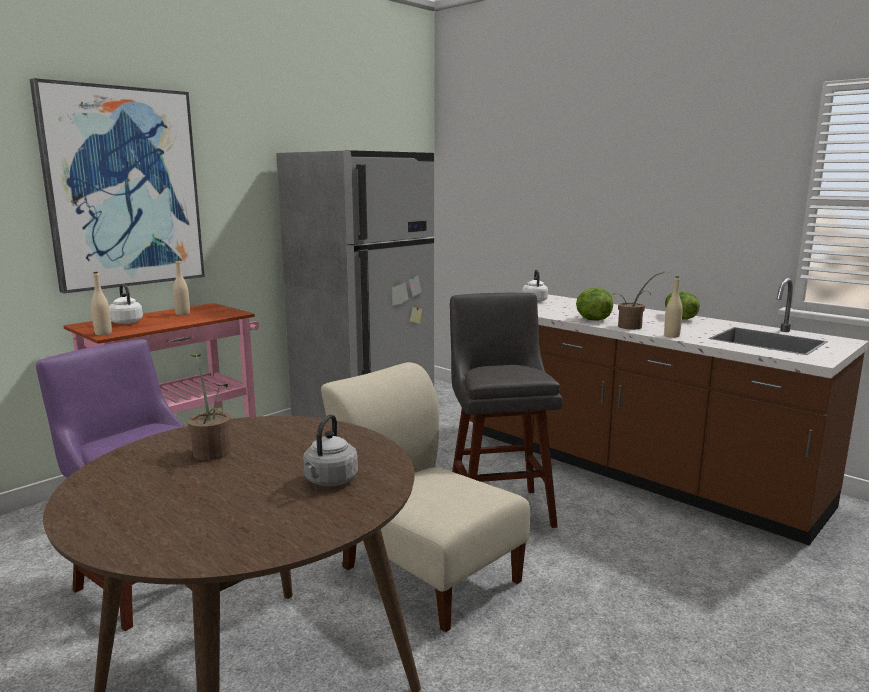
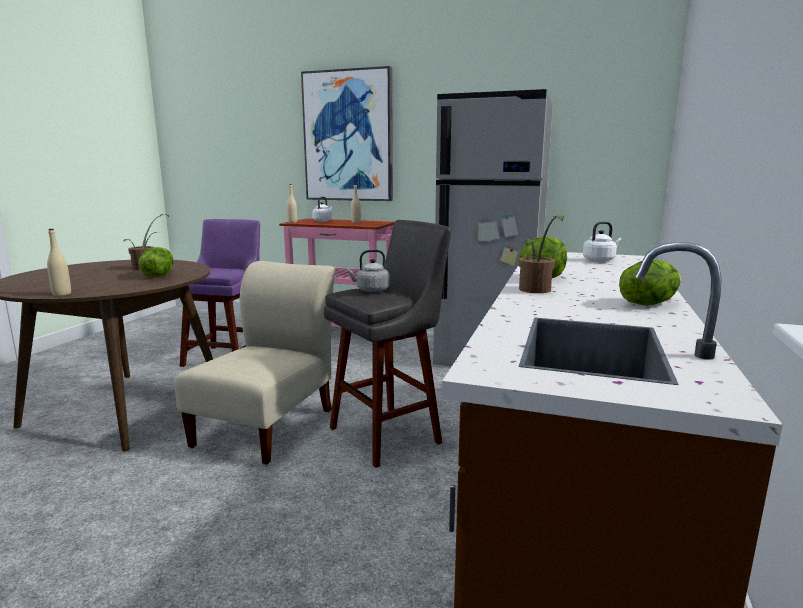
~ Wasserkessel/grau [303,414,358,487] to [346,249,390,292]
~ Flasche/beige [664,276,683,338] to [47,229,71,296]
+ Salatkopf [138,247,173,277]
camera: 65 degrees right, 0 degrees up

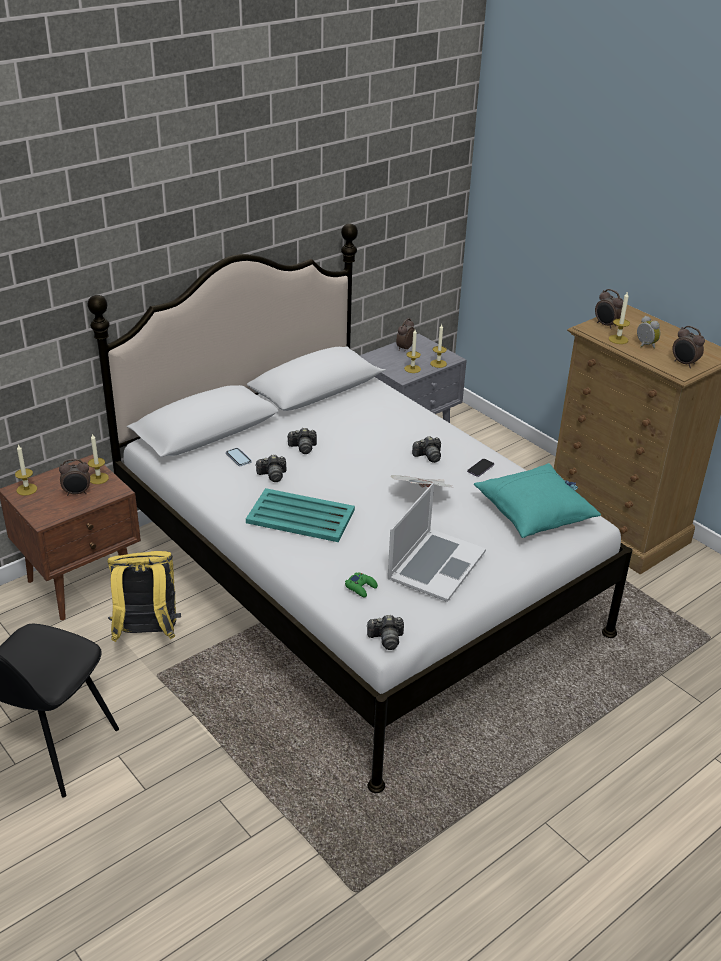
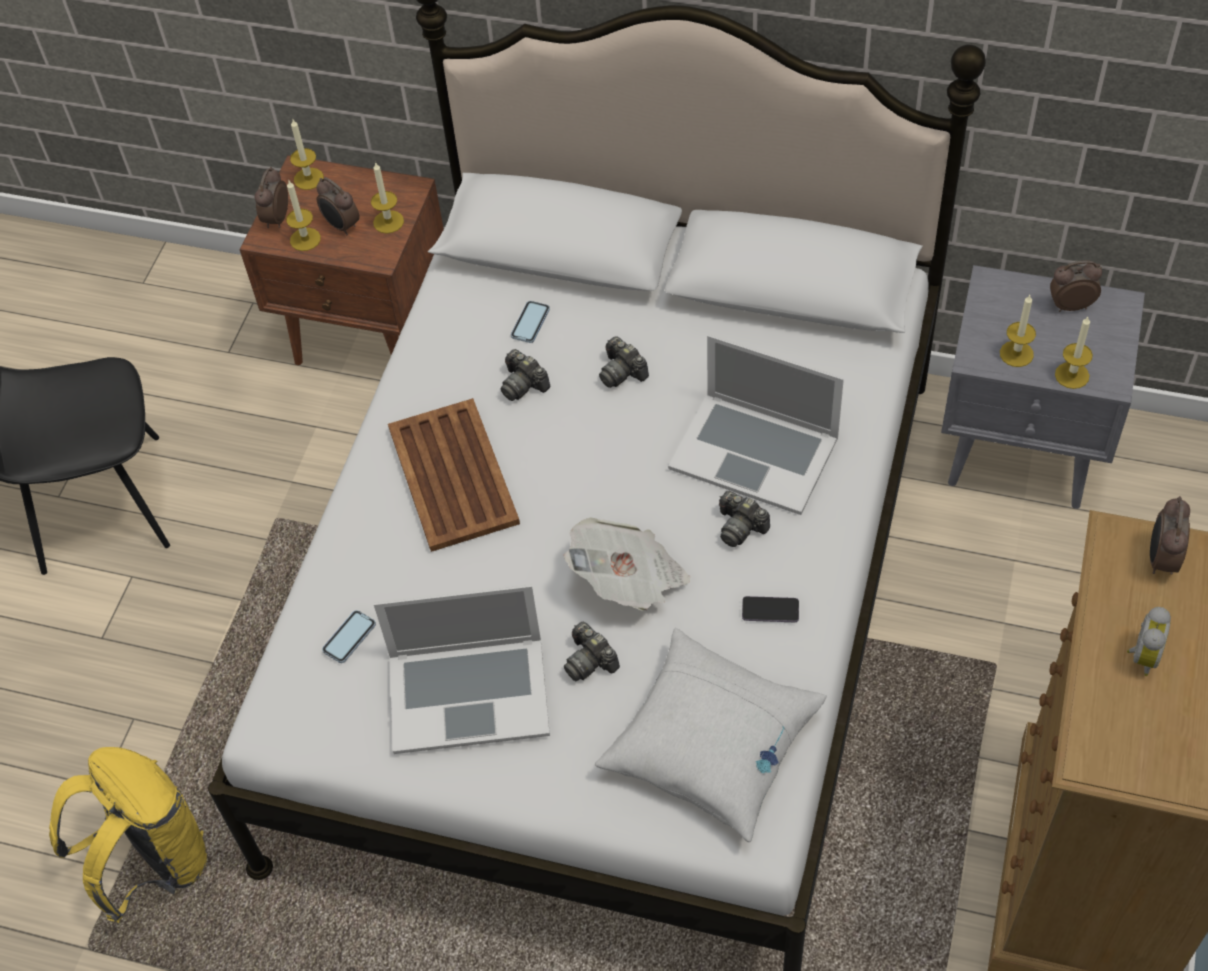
~ Rucksack/gelb [108,551,181,642] to [49,747,207,923]
~ Tablett/türkis [246,488,355,542] to Tablett/braun [388,398,520,552]
~ Gamepad/grün [345,573,378,598] to Handy [322,610,376,663]
~ Kamera [367,615,404,650] to [564,622,620,681]
~ Kissen/türkis [474,463,601,538] to Kissen/grau [595,628,827,842]
~ Kerze [609,292,630,344] to [286,181,321,251]
~ Wecker [672,326,705,368] to [255,167,288,228]
+ Laptop [668,335,844,515]
camera: 60 degrees right, 20 degrees up

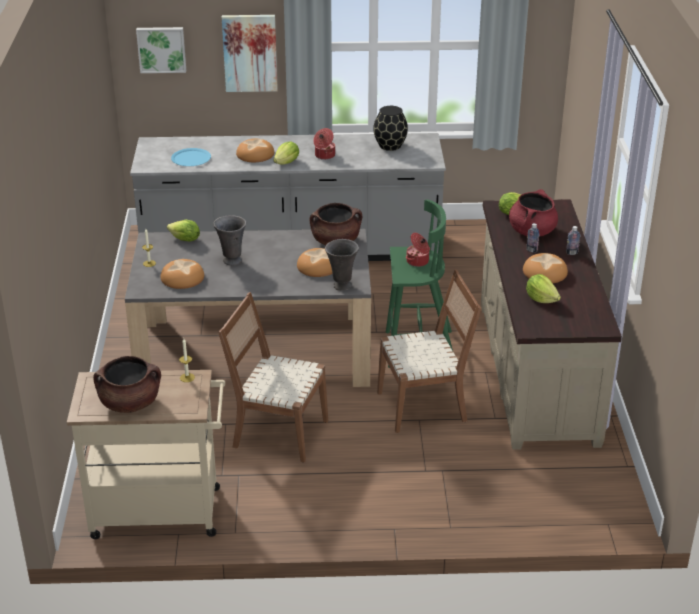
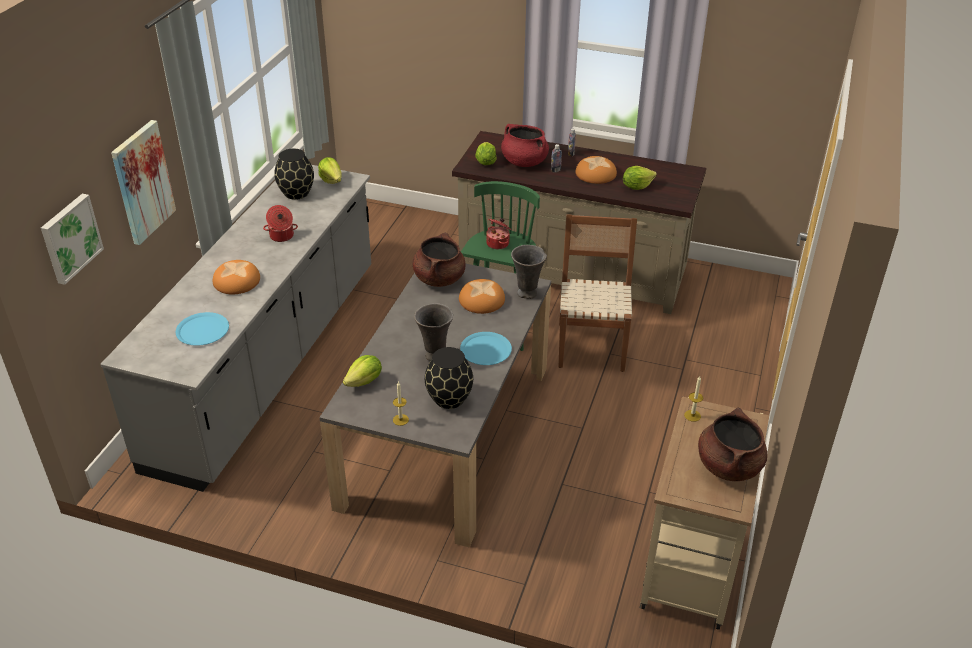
~ Brot [161,259,204,289] to Vase/schwarz [425,347,473,409]
- Stuhl [218,292,328,463]
~ Salatkopf [273,141,299,165] to [318,157,342,184]
+ Teller/blau [460,332,512,365]
camera: 70 degrees left, 5 degrees up

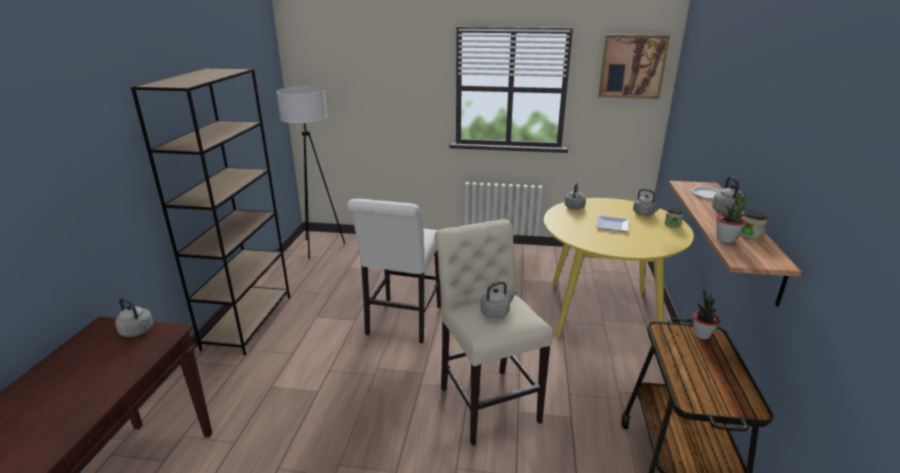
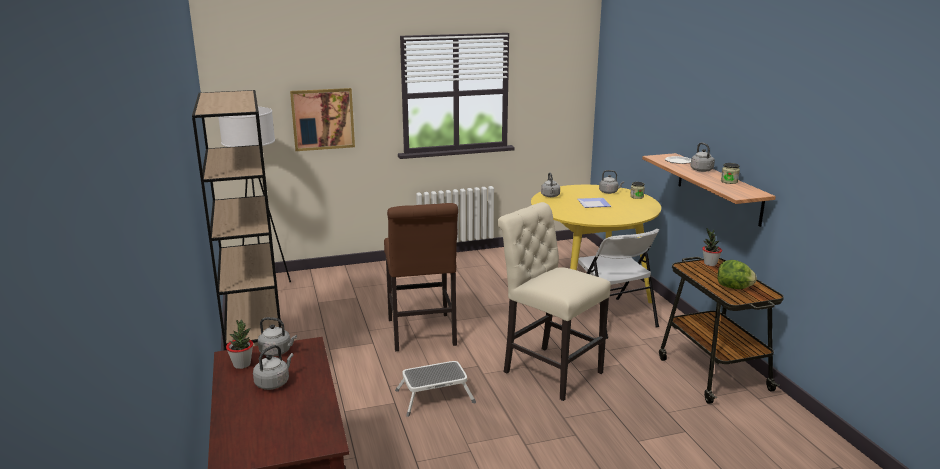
~ Hocker/weiß [347,199,441,344] to Hocker/braun [384,203,458,351]
~ Wasserkessel/grau [480,281,517,318] to [253,345,294,390]
~ Bild [598,35,670,99] to [290,88,355,151]
~ Topfpflanze [716,193,750,243] to [226,319,253,369]
+ Trittleiter/grau [395,361,476,417]
+ Stuhl/weiß [578,229,659,339]
+ Salatkopf [717,260,757,289]
camera: 25 degrees left, 5 degrees down

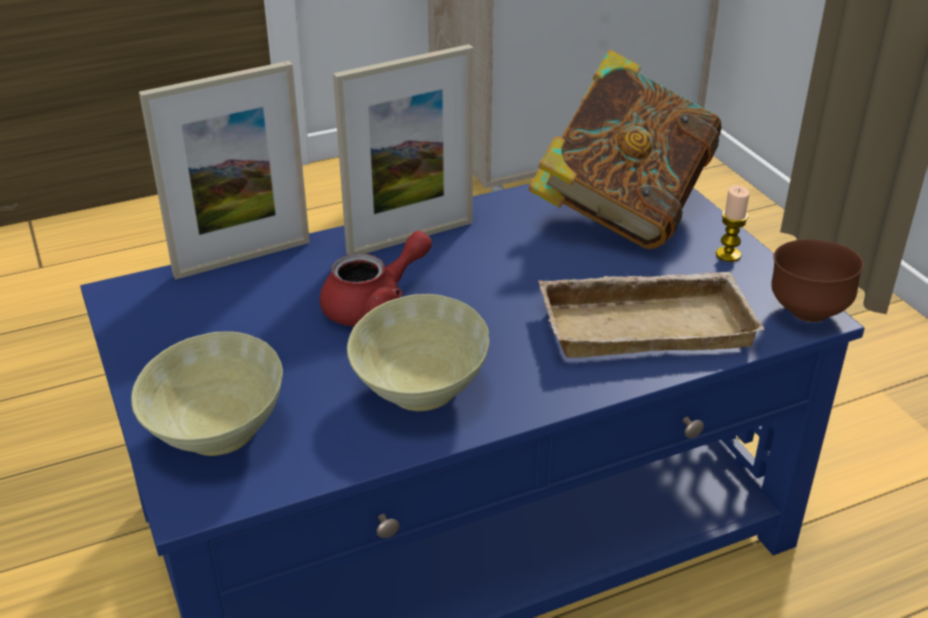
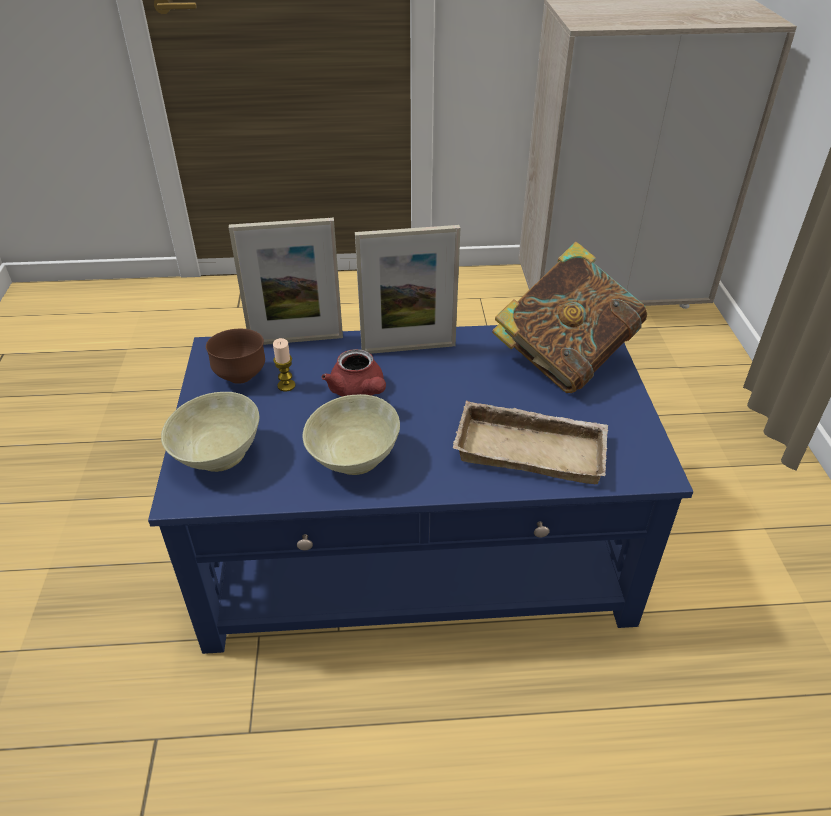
~ Teekanne/rot [320,231,432,326] = [321,349,386,397] 75 degrees clockwise
~ Kerze [716,185,750,262] to [273,338,296,391]
~ Schüssel/braun [771,239,864,322] to [206,329,265,384]
camera: 20 degrees right, 5 degrees up

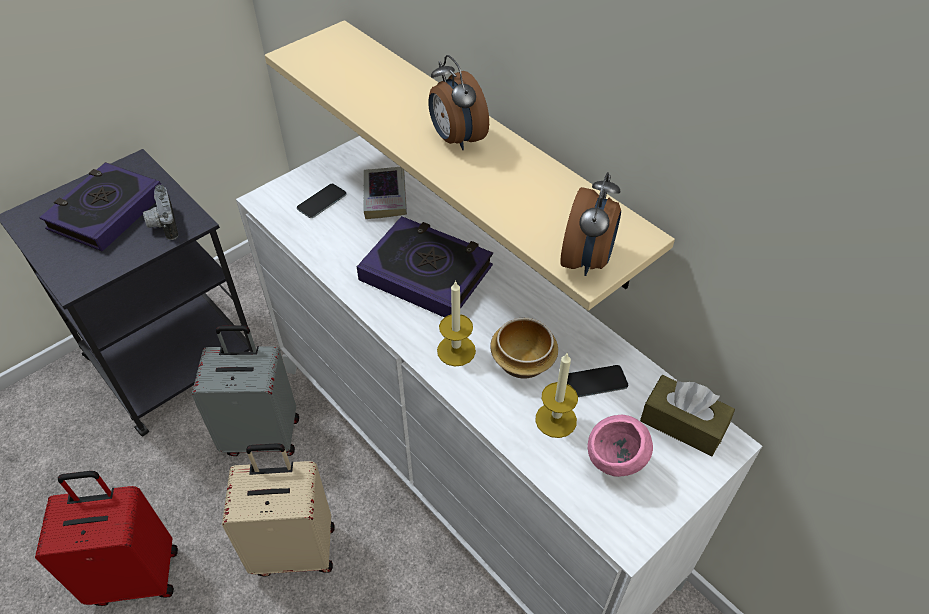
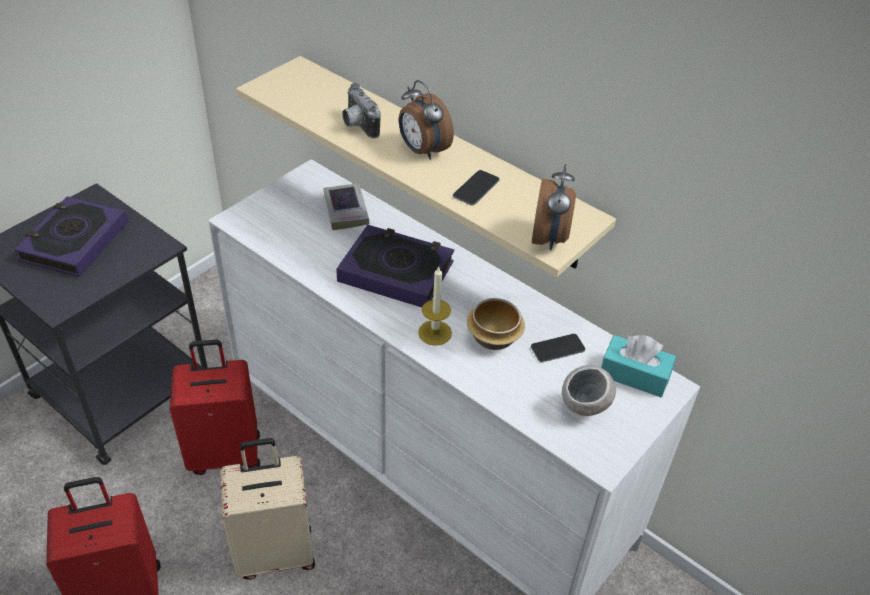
~ Kamera [143,185,179,240] to [342,83,381,138]
~ Koffer/grau [192,325,299,456] to Koffer/rot [170,340,260,475]
~ Handy [297,184,347,218] to [453,170,500,205]
- Kerze [535,352,578,438]
~ Schüssel/rosa [587,415,653,477] to Schüssel/grau [562,365,616,416]
~ Taschentuchbox/braun [640,375,735,456] to Taschentuchbox/türkis [601,335,676,397]
camera: 10 degrees left, 5 degrees down

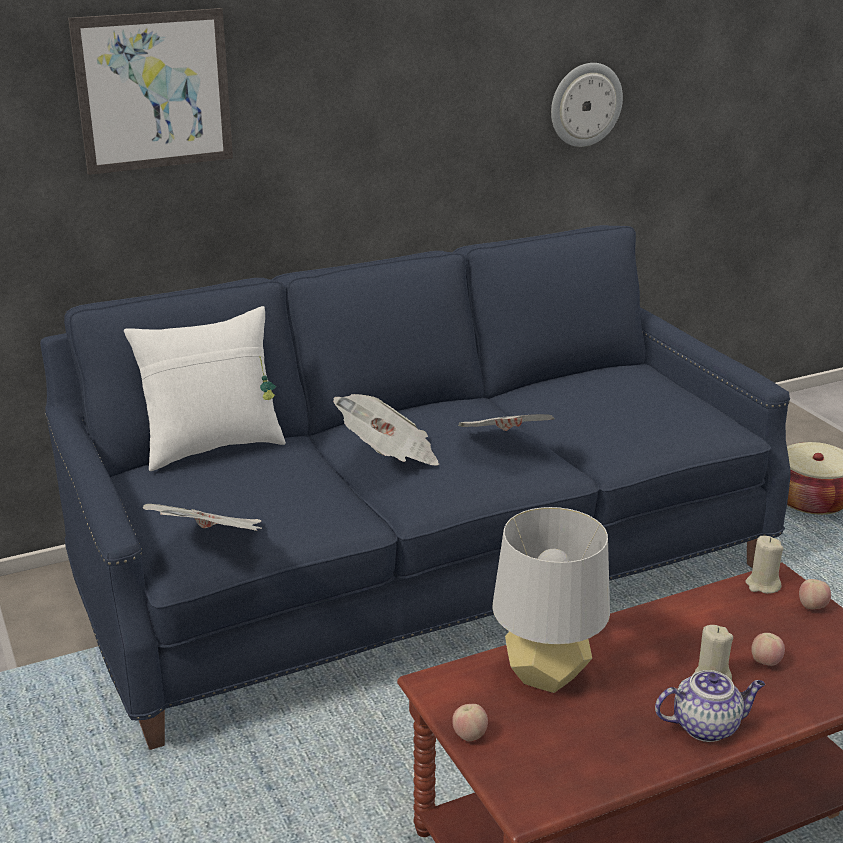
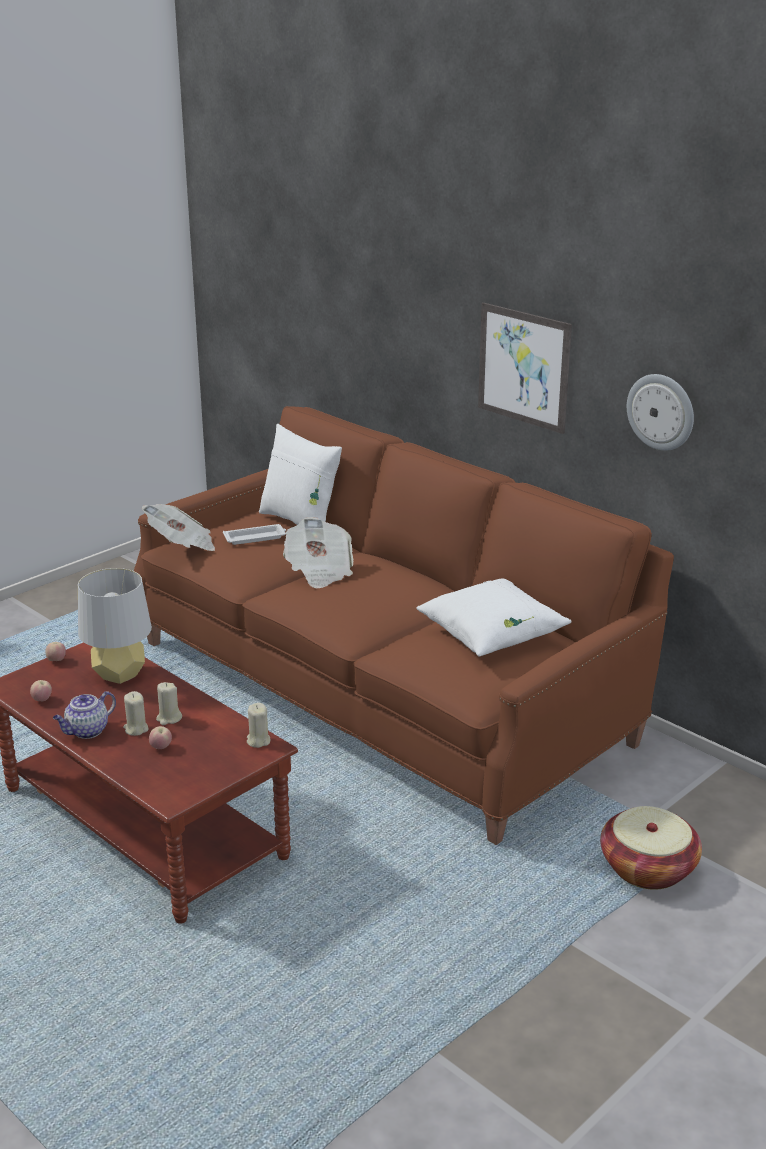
~ Sofa/blau [40,225,791,750] to Sofa/braun [134,406,674,845]
~ Bild [68,8,233,175] to [478,303,572,434]
- Zeitung [458,414,554,431]
~ Teekanne [655,670,765,742] = [53,691,116,739] 75 degrees clockwise
~ Apfel [799,579,831,609] to [30,680,52,701]
+ Kerze/beige [156,682,182,725]
+ Tablett/weiß [223,524,286,545]
+ Kissen/weiß [417,578,572,657]
camera: 70 degrees right, 0 degrees up

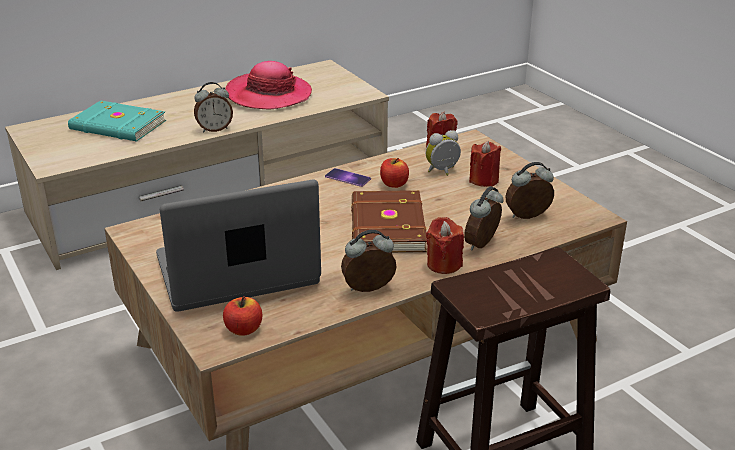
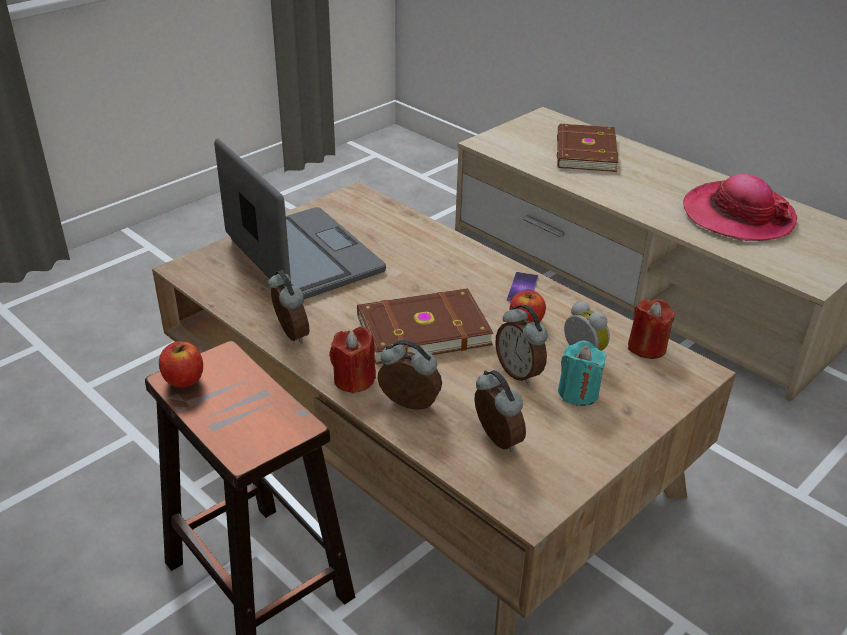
~ Buch/türkis [68,100,166,141] to Buch/braun [557,124,618,172]
~ Wecker [194,82,233,132] to [495,305,548,385]
~ Apfel [223,296,262,336] to [159,341,203,388]
~ Kerze/rot [469,141,501,187] to Kerze/türkis [558,341,607,406]
camera: 75 degrees right, 5 degrees up

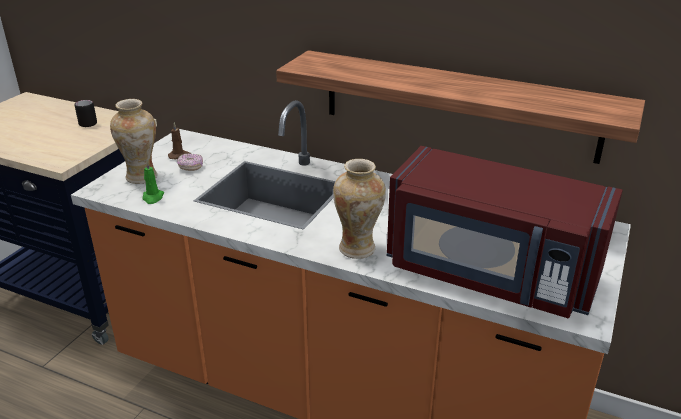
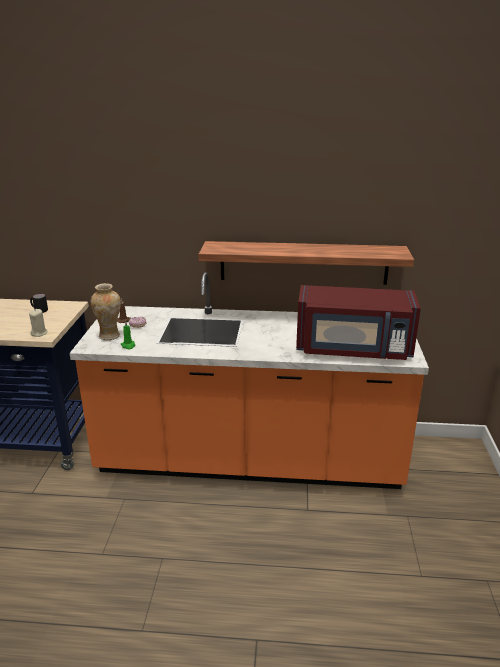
- Vase [333,159,386,259]
+ Kerze/beige [29,309,48,337]
camera: 20 degrees left, 5 degrees down

